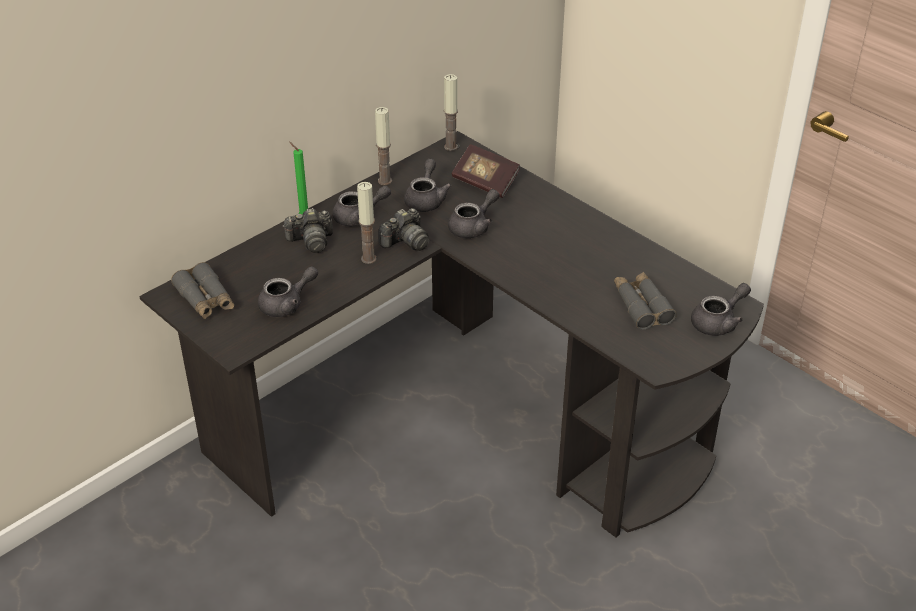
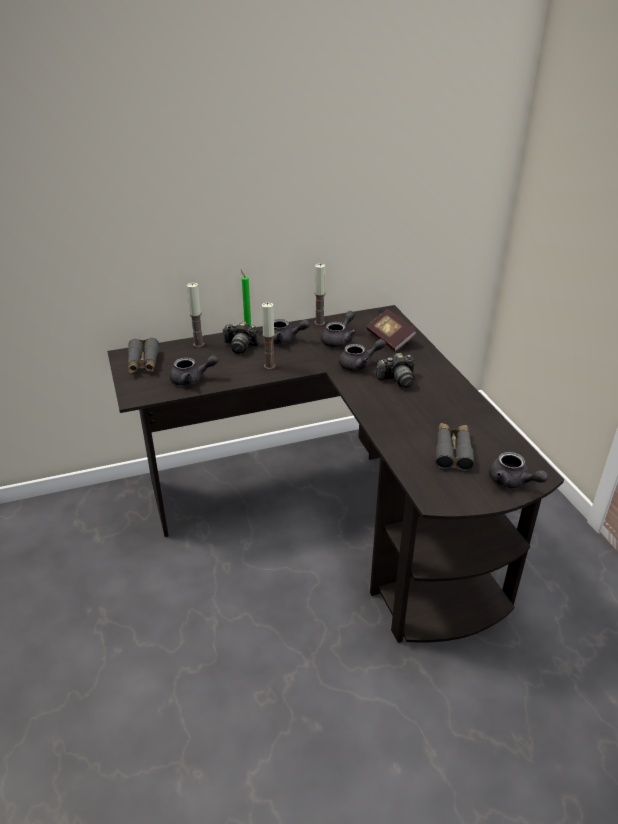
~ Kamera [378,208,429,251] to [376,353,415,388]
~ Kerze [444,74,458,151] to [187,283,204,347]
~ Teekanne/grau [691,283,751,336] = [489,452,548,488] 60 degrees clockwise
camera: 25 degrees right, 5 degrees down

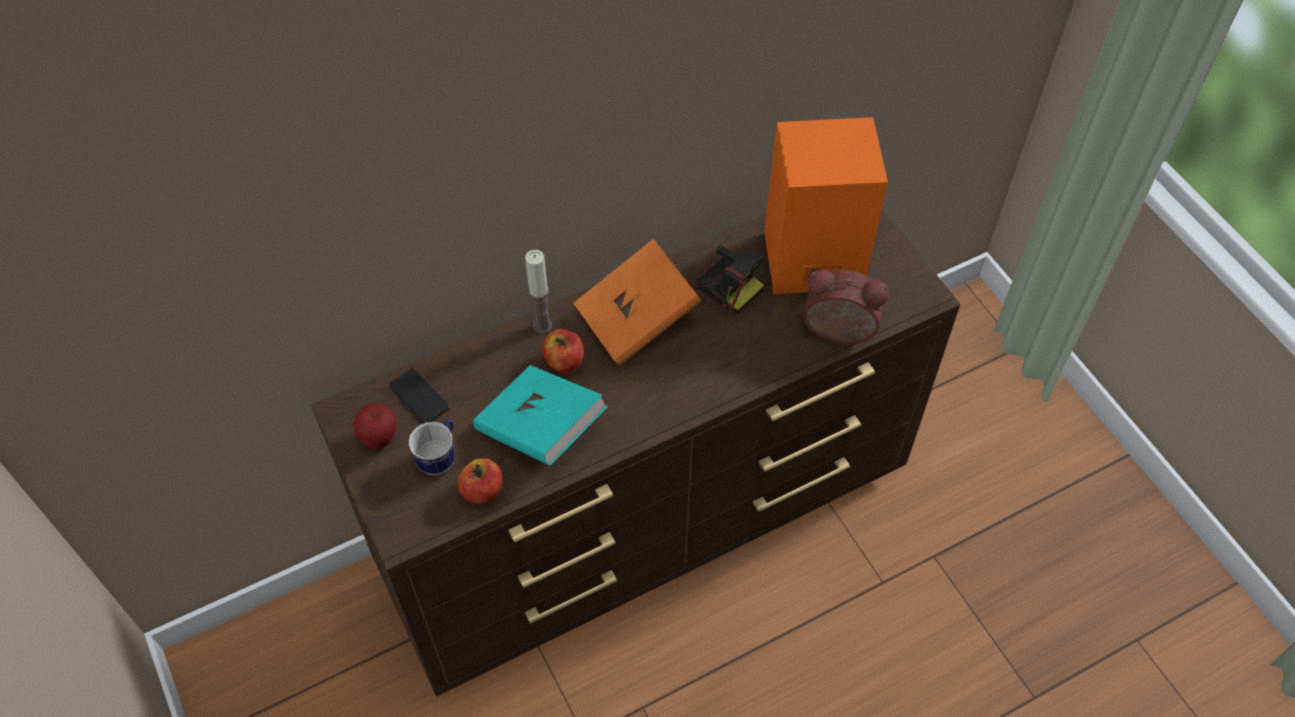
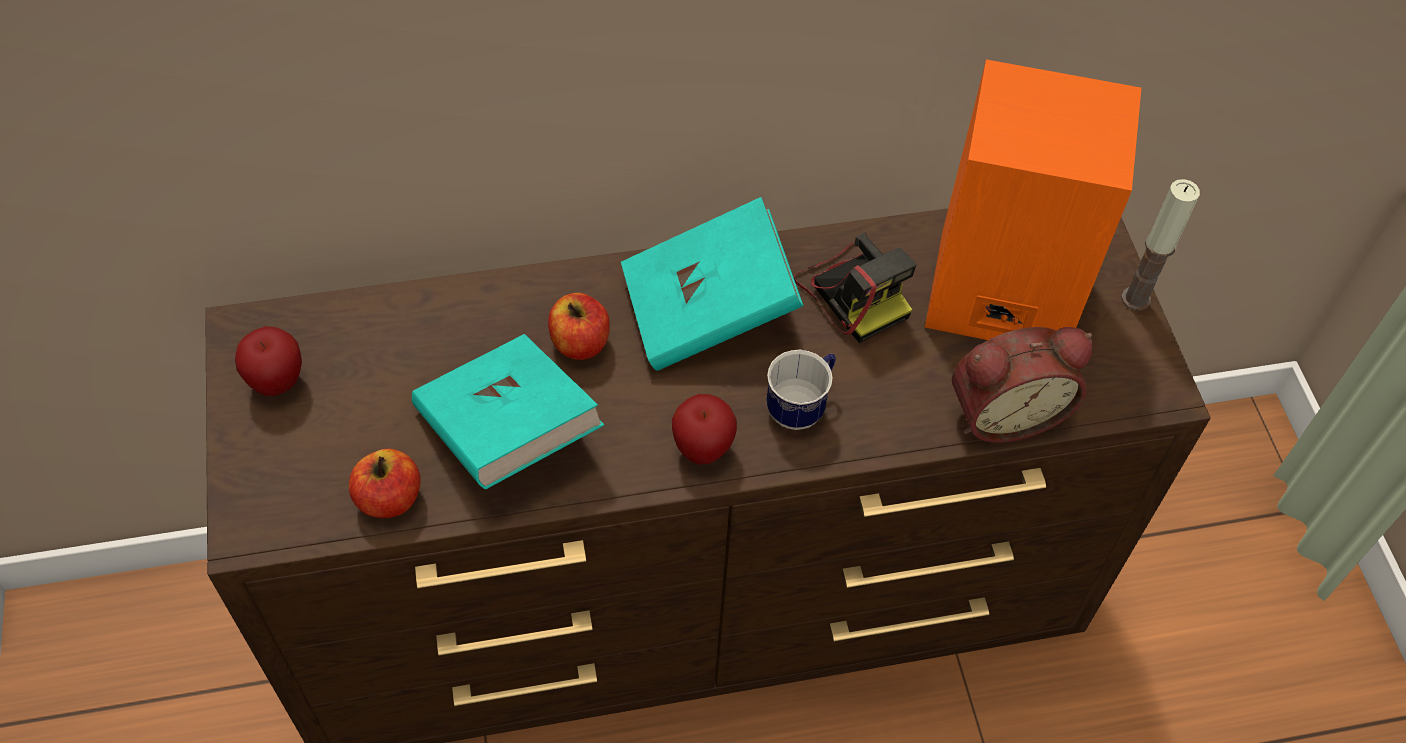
- Handy [389,368,450,424]
~ Henkelbecher [409,419,455,475] to [766,350,836,430]
~ Kerze [525,250,552,334] to [1121,179,1200,311]
~ Buch/orange [573,239,702,366] to Buch/türkis [621,197,803,371]
~ Wecker [804,269,889,344] = [952,327,1093,443] 135 degrees clockwise
+ Apfel [672,394,737,465]
camera: 15 degrees right, 0 degrees up

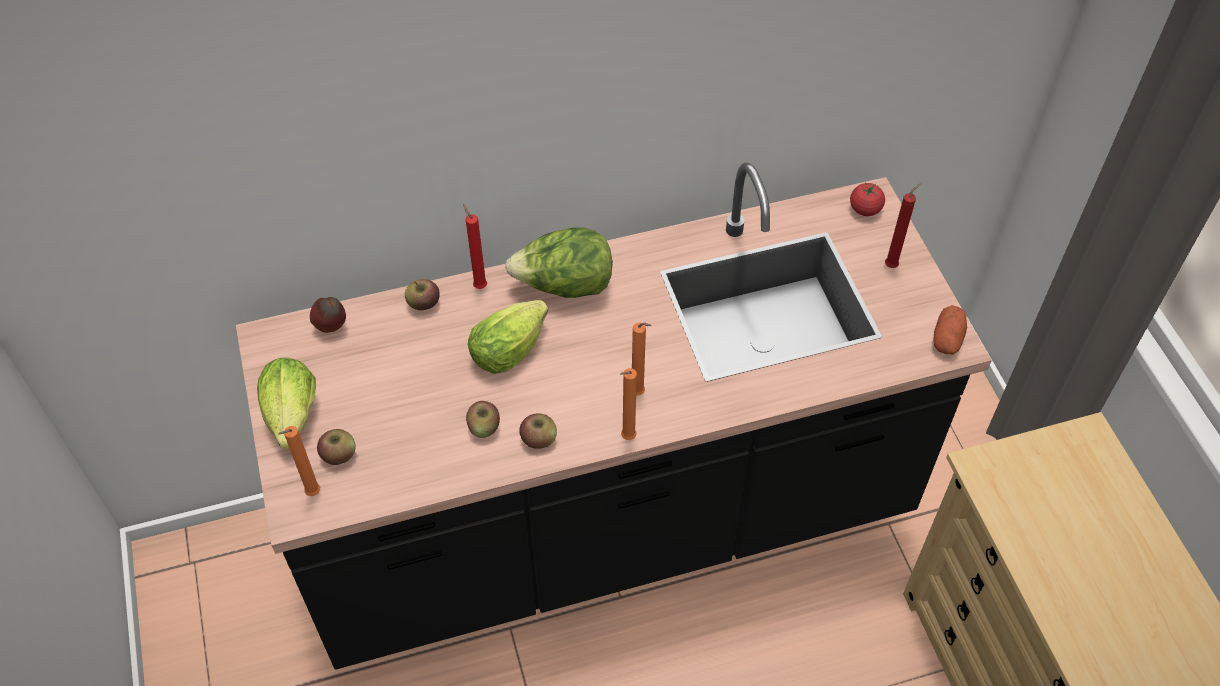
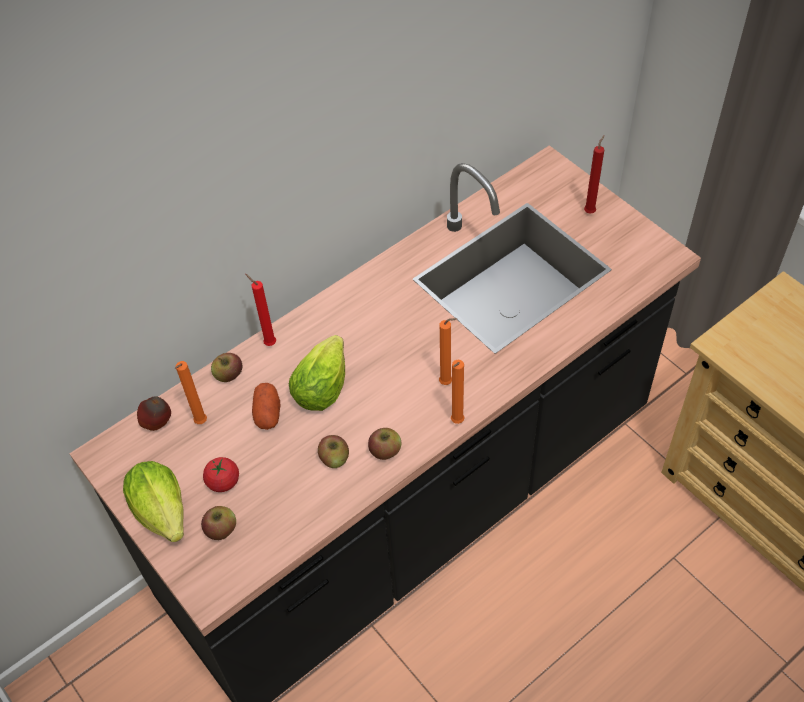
~ Kerze/orange [278,426,320,496] to [175,361,207,424]
- Salatkopf [505,227,613,298]
~ Tomate [850,182,885,216] to [203,457,239,492]
~ Kartoffel [933,305,967,354] to [252,383,280,430]
camera: 20 degrees left, 0 degrees up

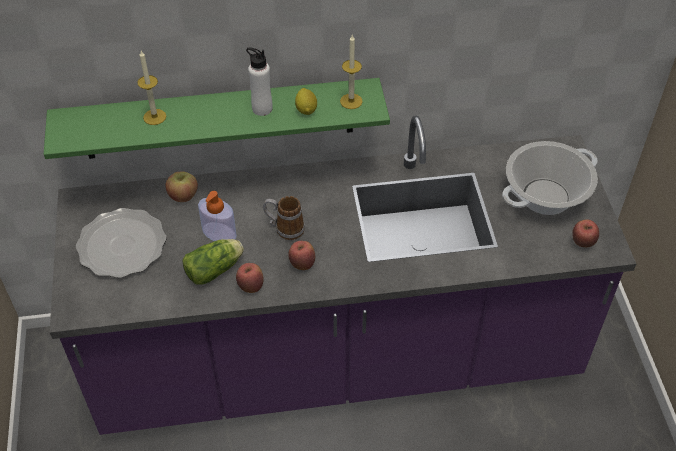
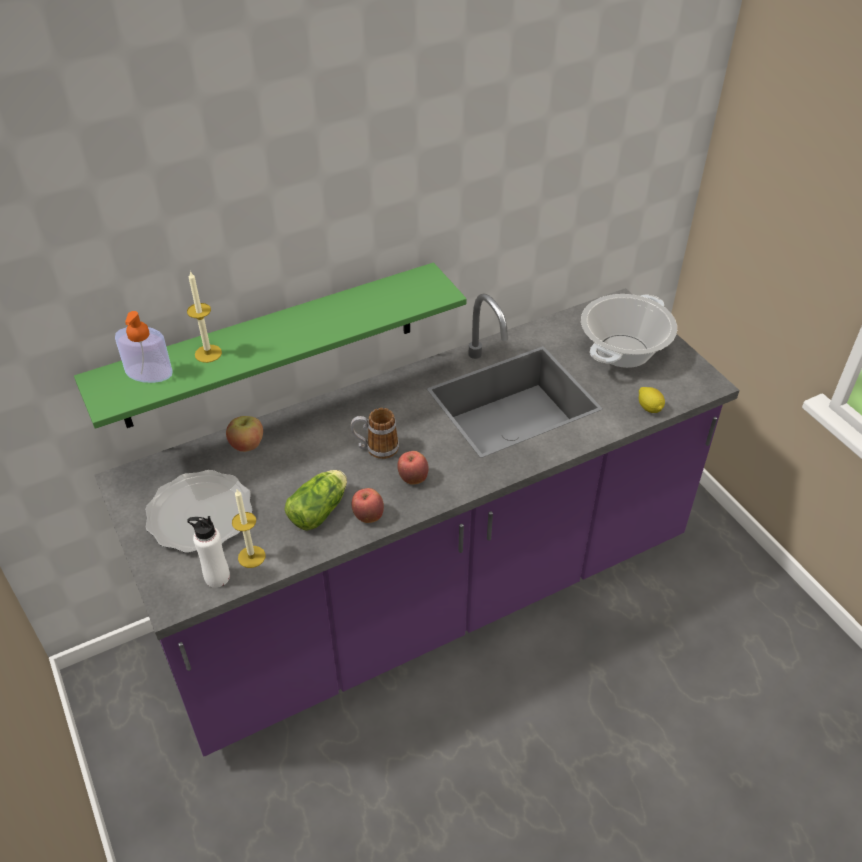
~ Seifenspender [198,191,237,241] to [115,311,172,383]
~ Flasche/weiß [246,47,273,116] to [187,516,230,588]
~ Zitrone [295,88,317,115] to [639,387,665,413]
~ Kerze [340,34,363,109] to [232,490,266,568]
- Apfel [572,219,599,247]
camera: 20 degrees left, 5 degrees down

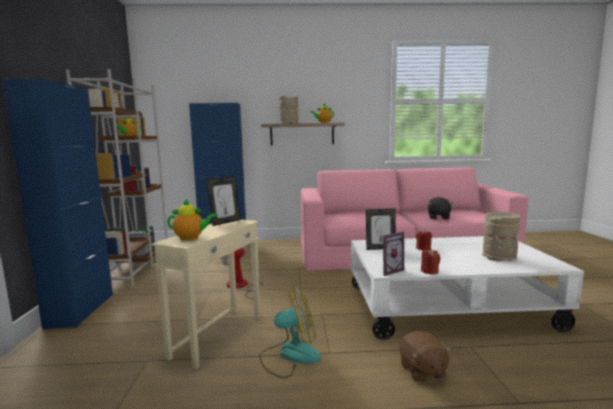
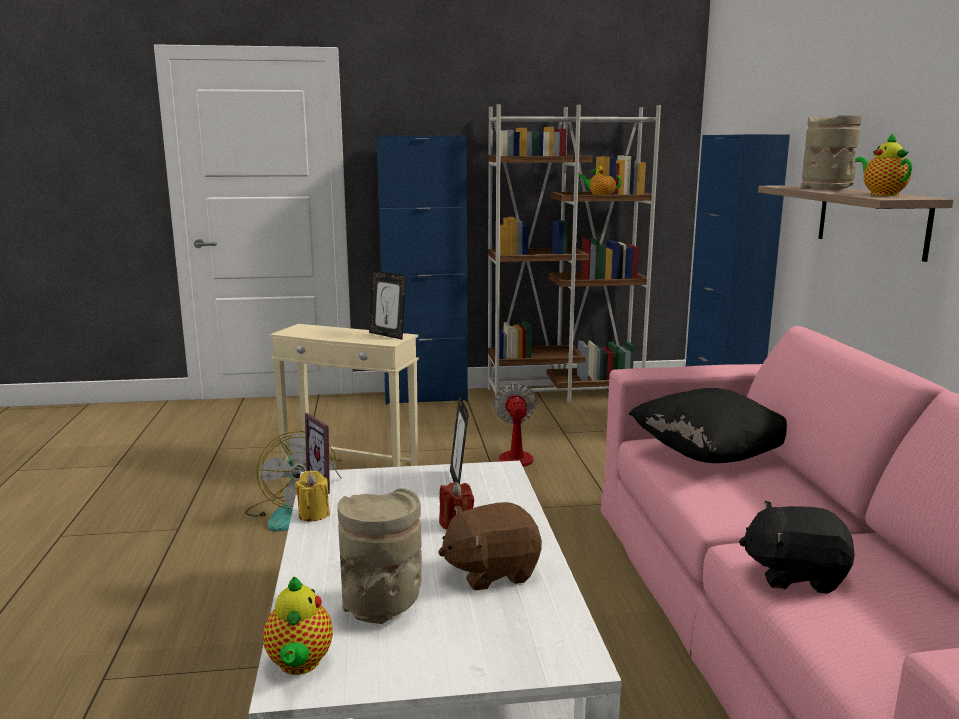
~ Teekanne [167,199,218,241] to [263,576,333,675]
~ Plüschtier/braun [399,331,451,383] to [438,502,542,591]
~ Kerze/rot [421,249,440,274] to Kerze/gelb [295,471,330,522]
+ Kissen/schwarz [628,388,787,463]
camera: 85 degrees right, 5 degrees up

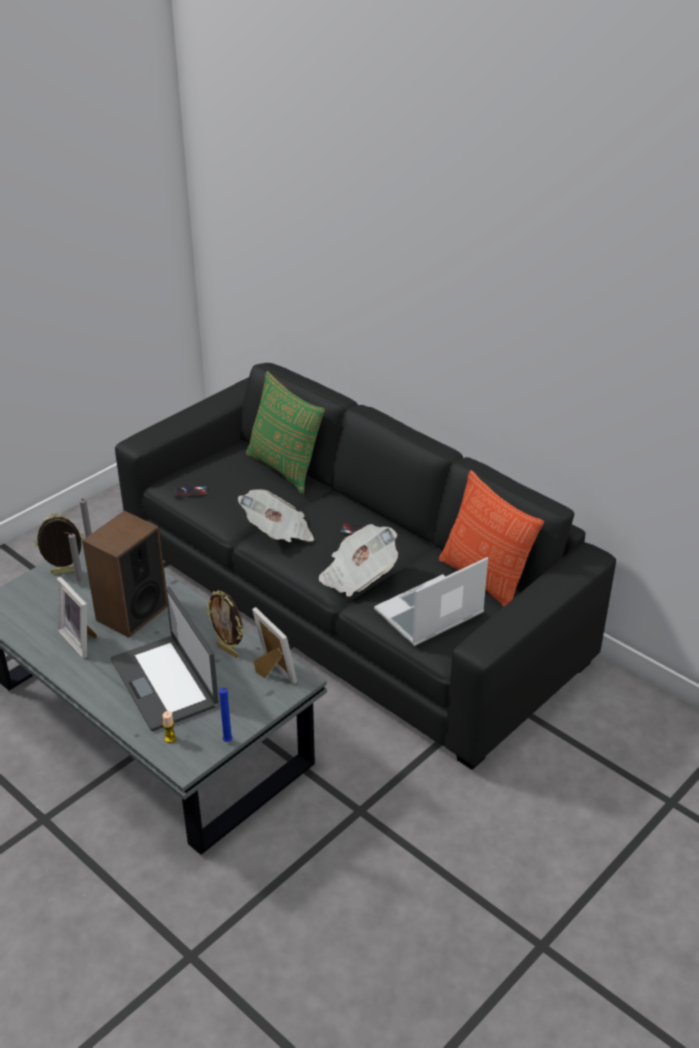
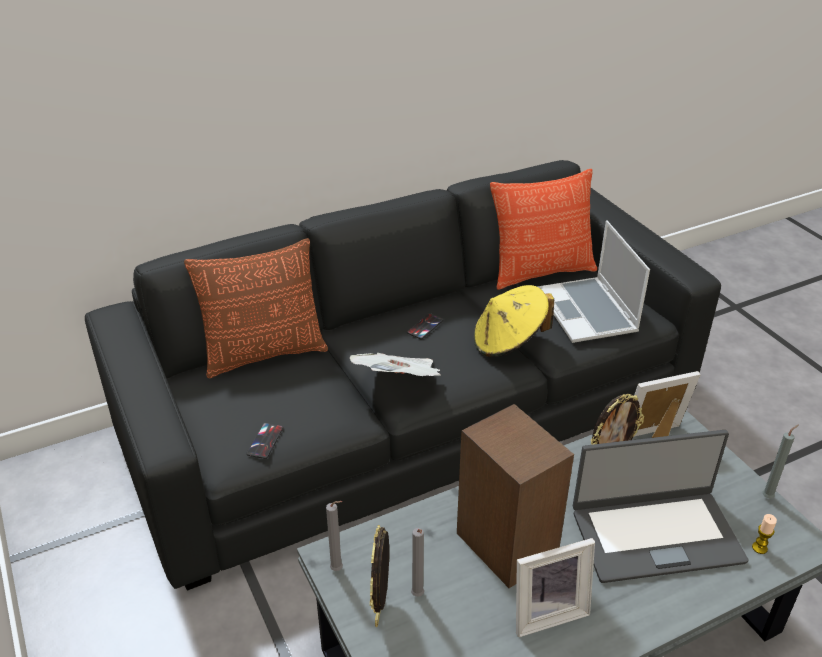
~ Kerze/blau [219,687,232,742] to Kerze/grau [763,424,799,499]
~ Kissen/grün [246,371,325,494] to Kissen/braun [184,238,328,378]
~ Zeitung [319,524,398,597] to Hut/gelb [474,285,554,357]
camera: 70 degrees left, 0 degrees up

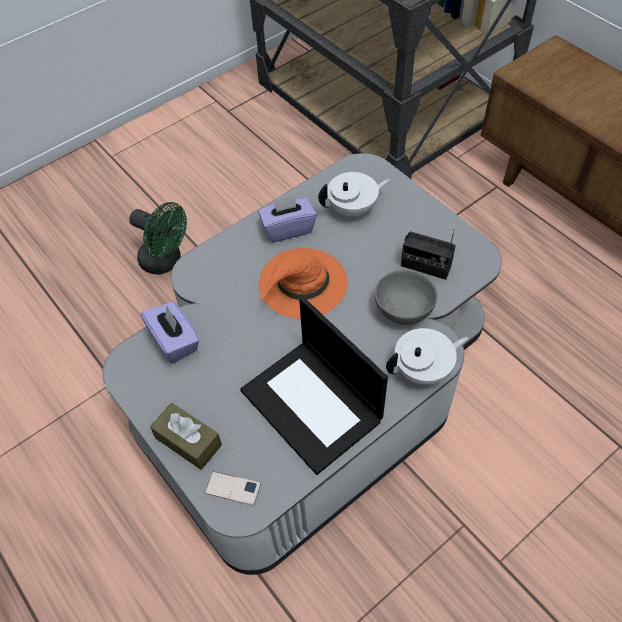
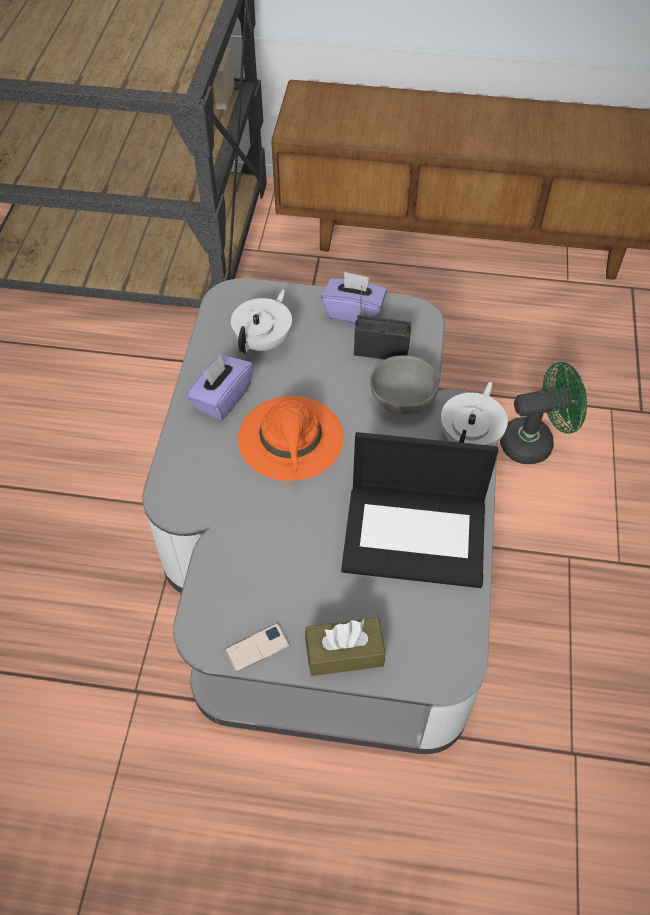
~ Ventilator/grün [129,202,187,275] to [500,362,587,464]
~ Taschentuchbox/lila [140,302,200,364] to [321,271,387,323]
~ Handy [205,471,261,505] to [225,623,290,672]
~ Radio [401,231,456,280] = [354,286,412,360] 150 degrees counterclockwise
camera: 45 degrees left, 0 degrees up

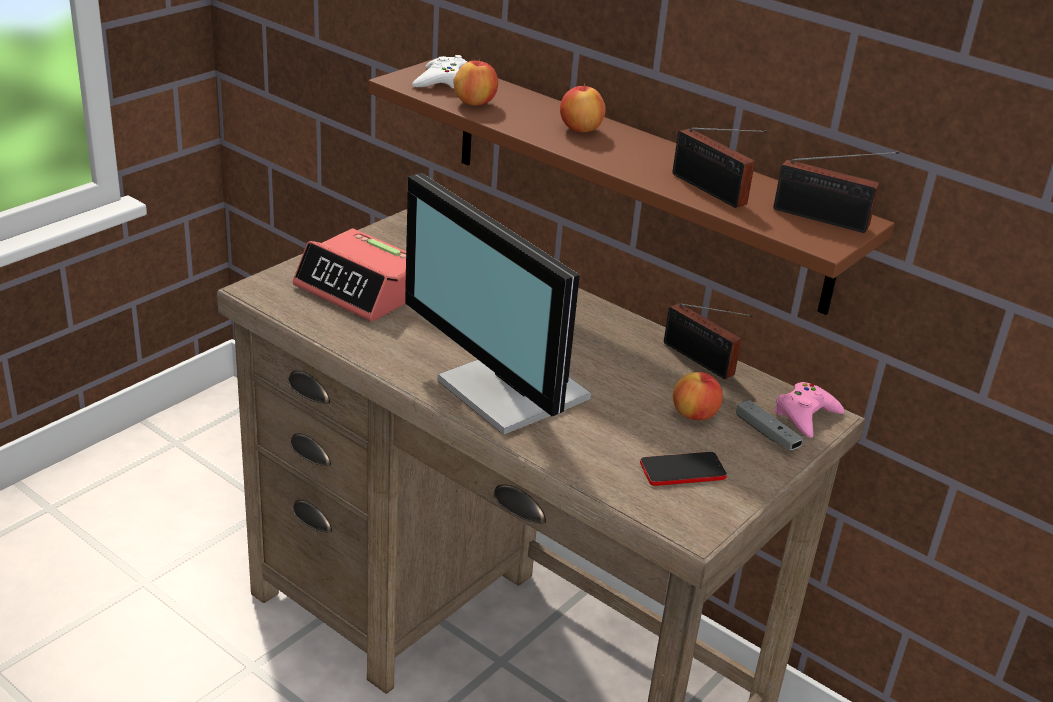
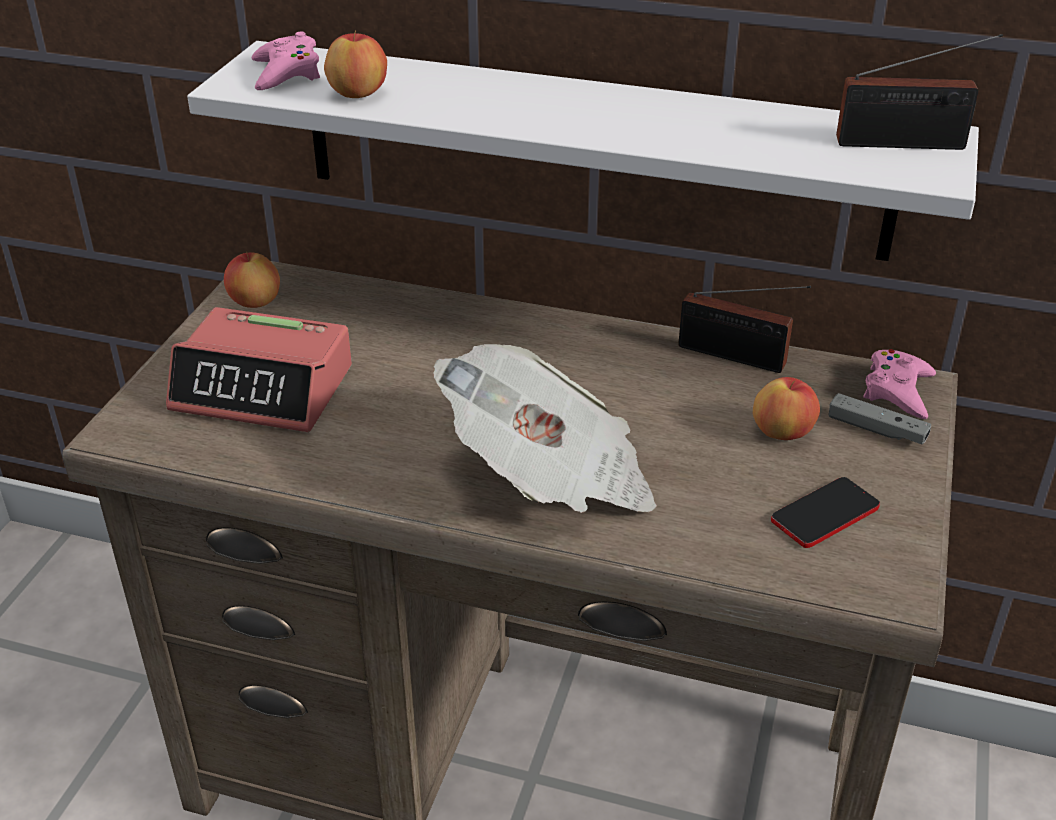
~ Wandregal/braun [368,58,895,315] to Wandregal/weiß [187,41,979,261]
~ Monitor [405,173,591,435] to Zeitung [433,344,657,513]
~ Gamepad/weiß [412,55,467,88] to Gamepad/rosa [252,32,320,90]
~ Apfel [560,83,606,132] to [224,252,280,308]
- Radio [672,128,768,208]
camera: 20 degrees left, 5 degrees up

